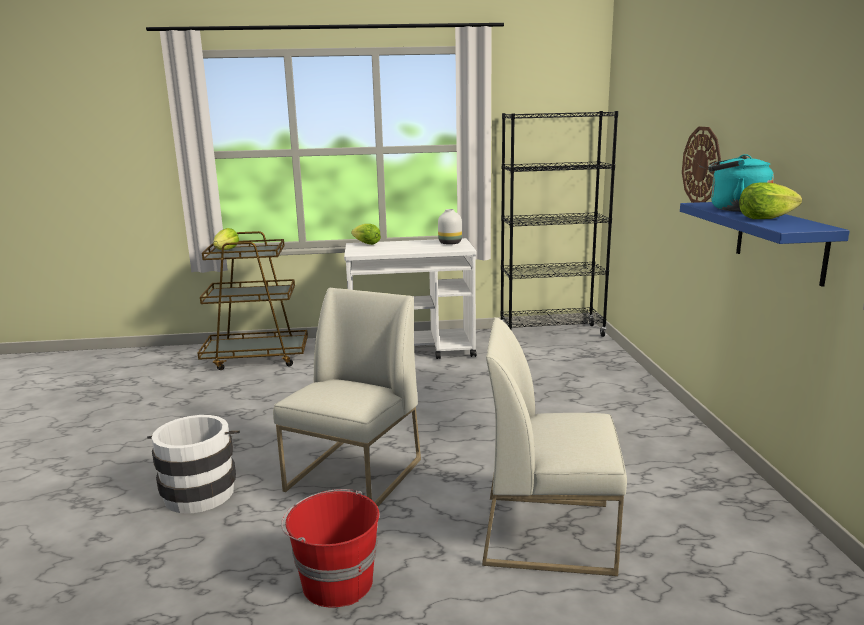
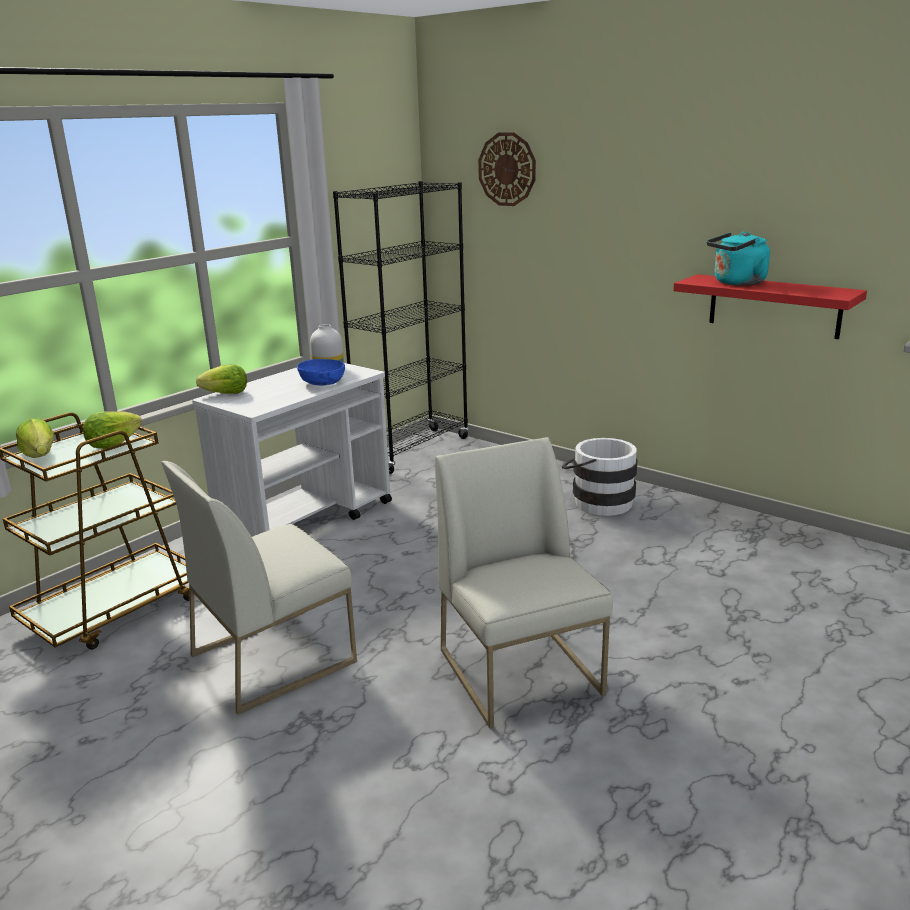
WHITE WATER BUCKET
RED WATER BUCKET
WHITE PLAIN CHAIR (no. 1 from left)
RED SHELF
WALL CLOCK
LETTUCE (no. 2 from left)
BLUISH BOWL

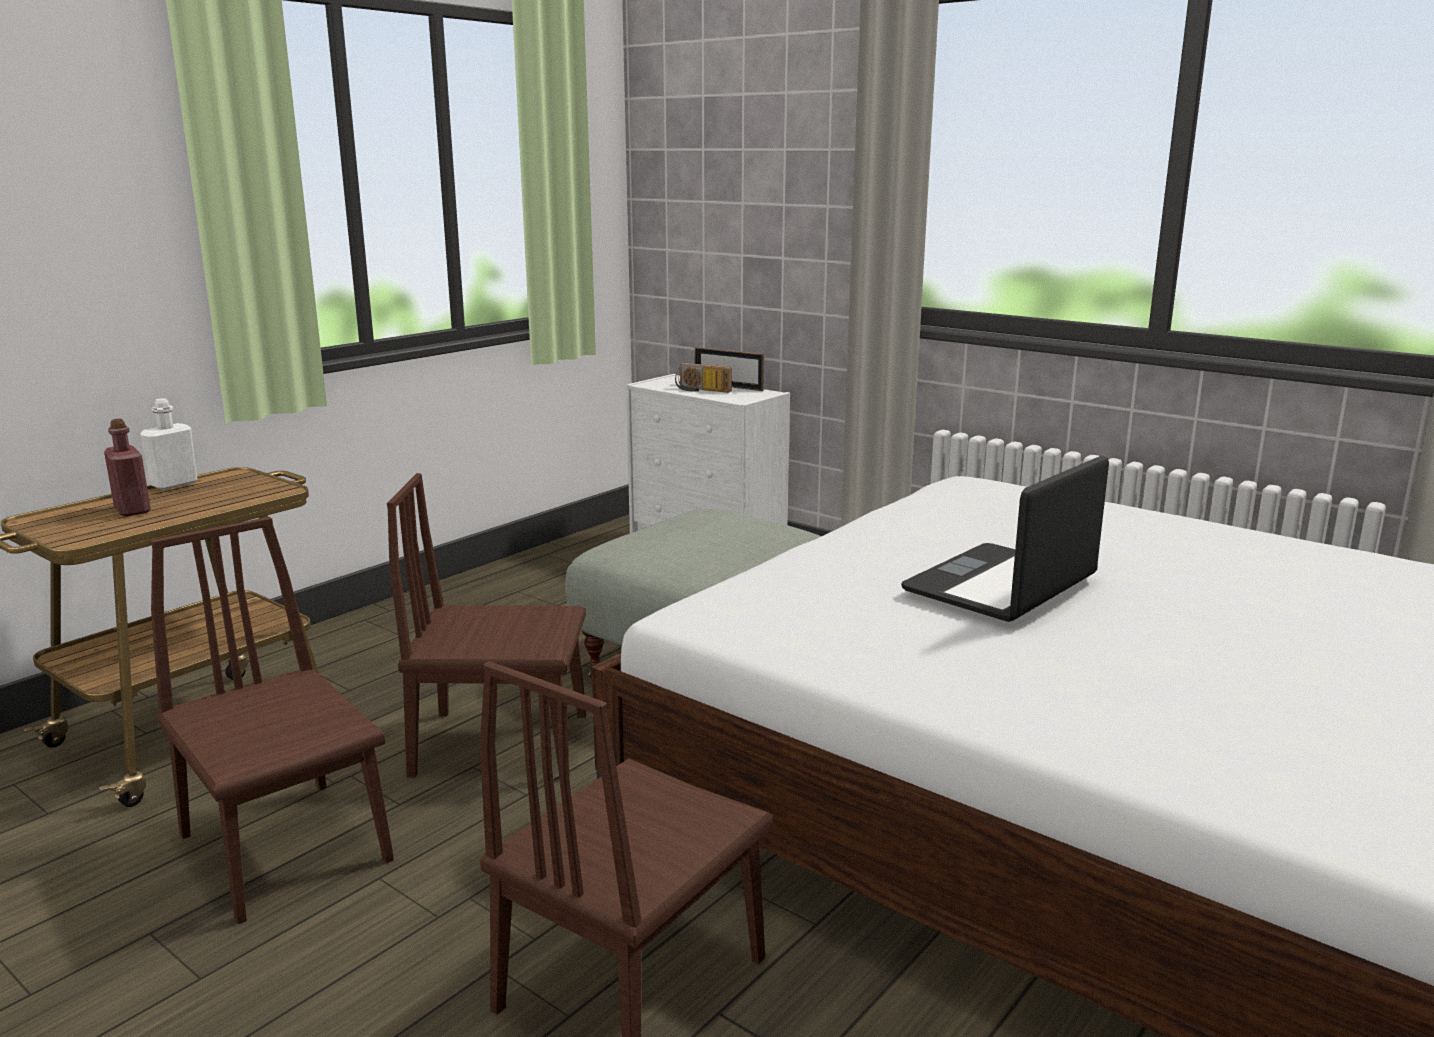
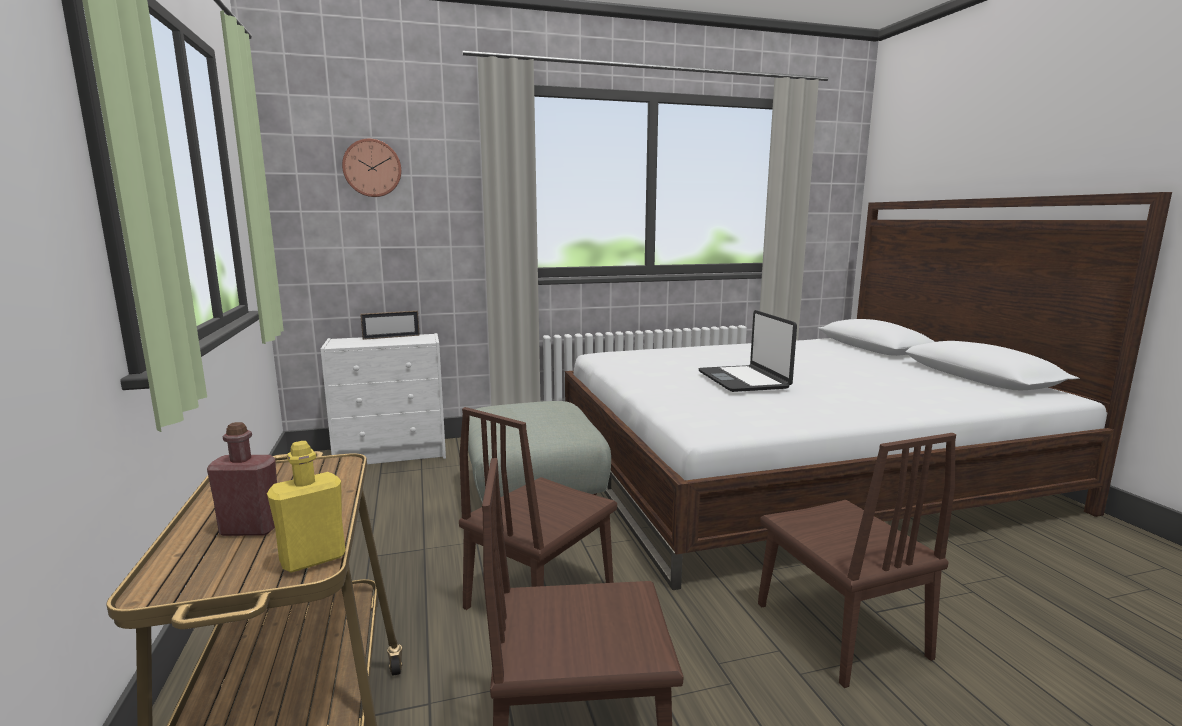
WHITE DRINK BOTTLE
RADIO RECEIVER
YELLOW-COLOURED DRINK BOTTLE
WALL CLOCK

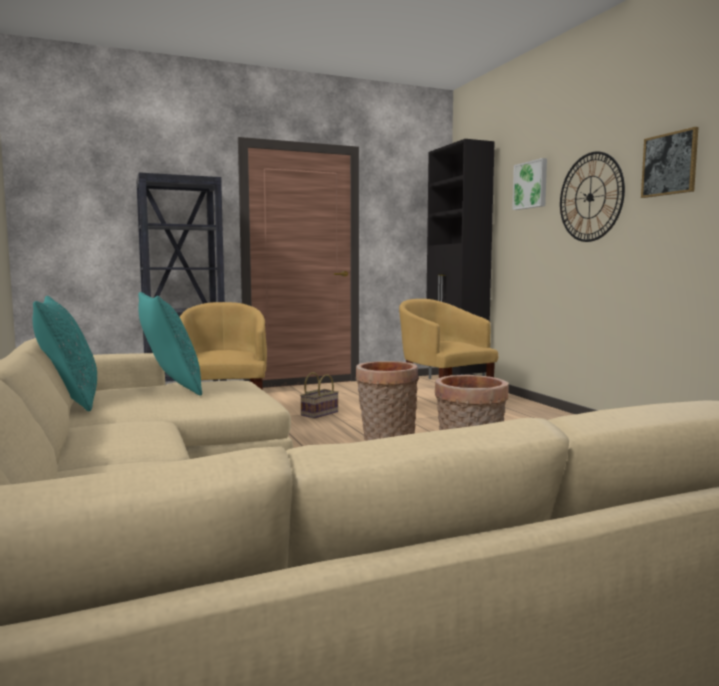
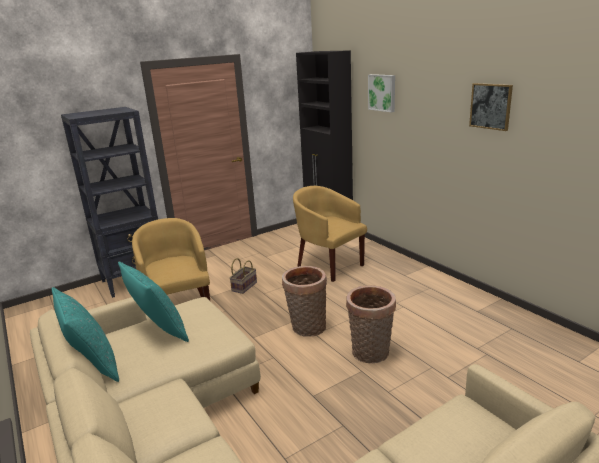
WALL CLOCK

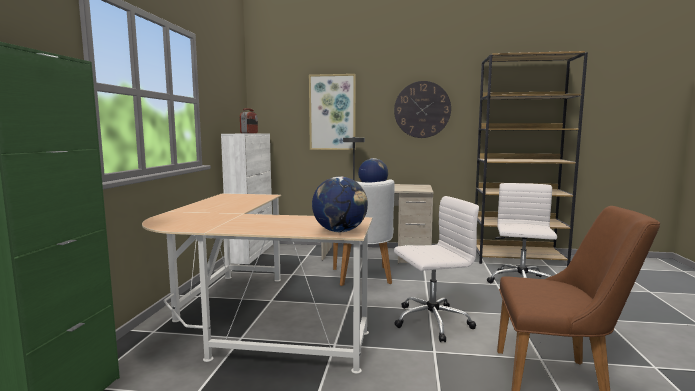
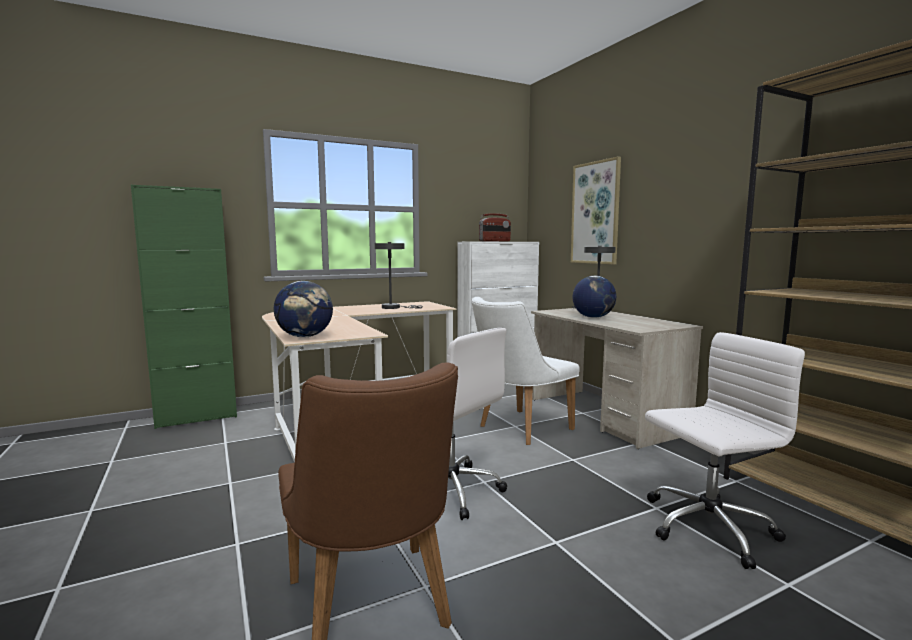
WALL CLOCK
GREYISH TABLETOP LAMP (no. 1 from left)

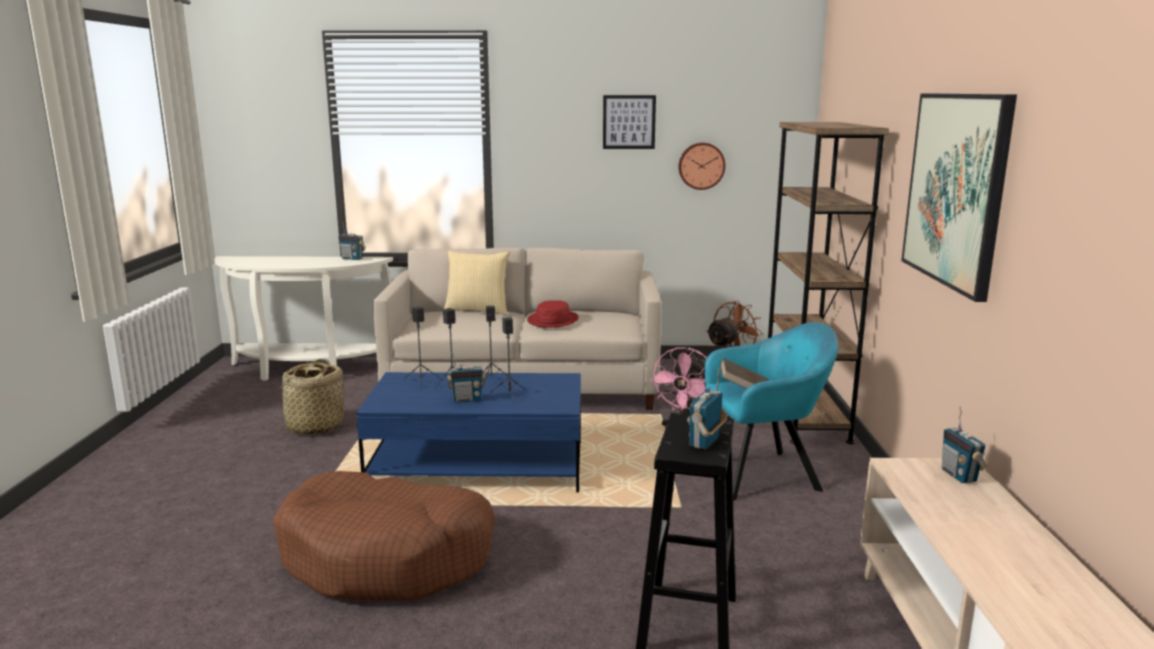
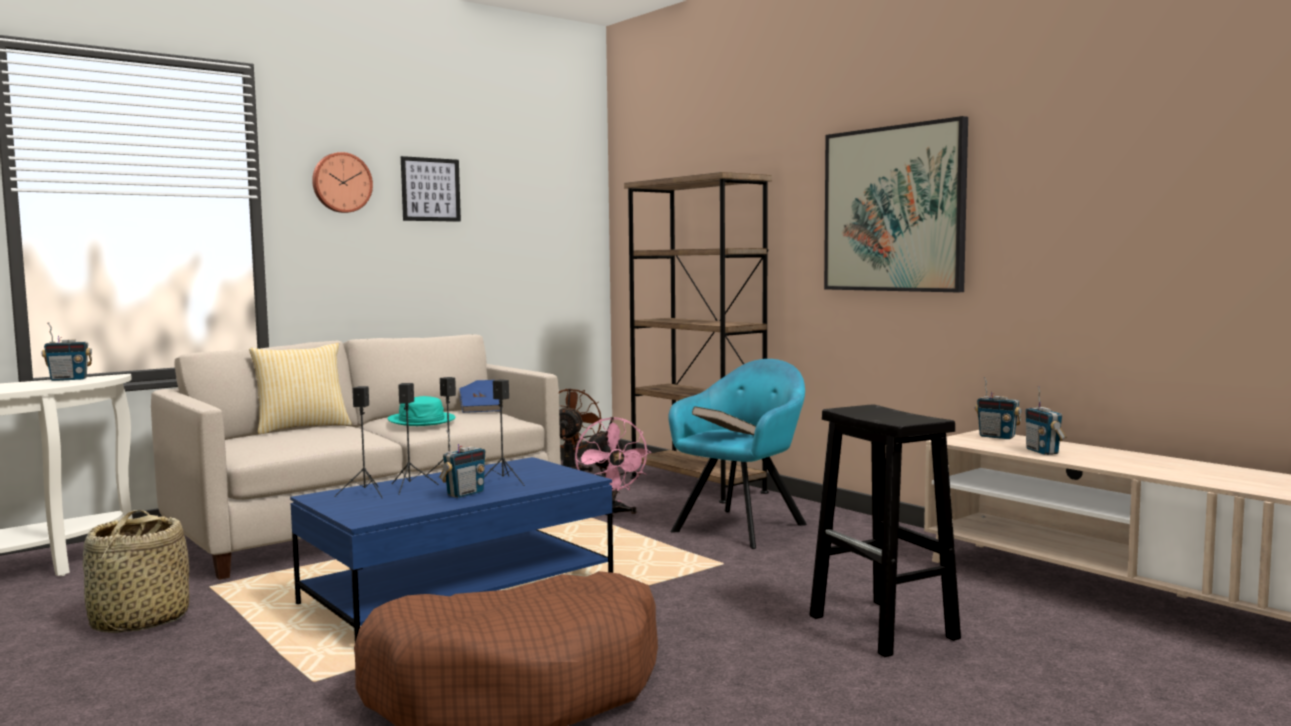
TURQUOISE WEARABLE HAT
WALL CLOCK
RADIO RECEIVER (no. 4 from left)
BLUISH BOUND BOOK

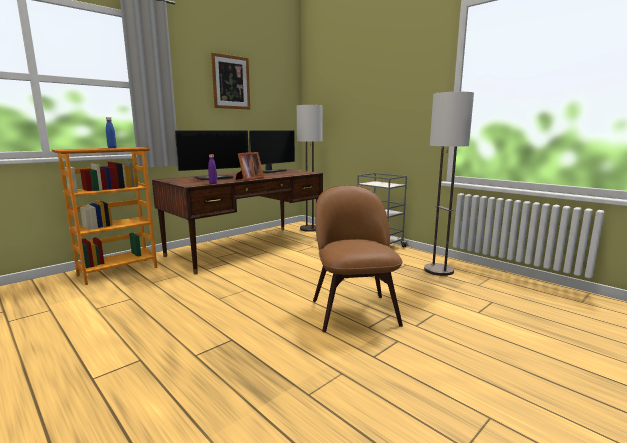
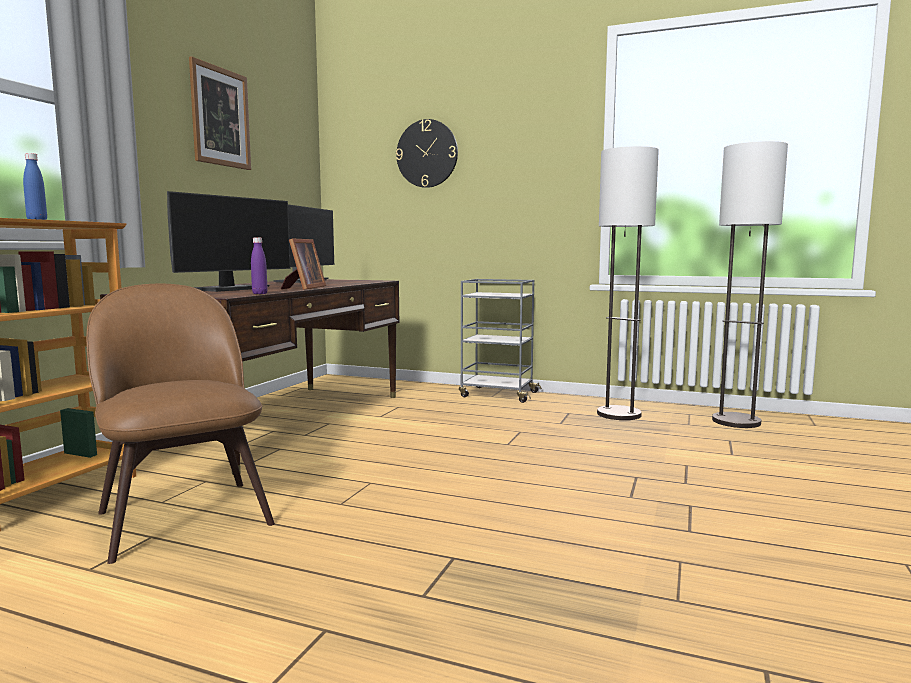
STANDARD LAMP (no. 2 from left)
BROWNISH PLAIN CHAIR
WALL CLOCK

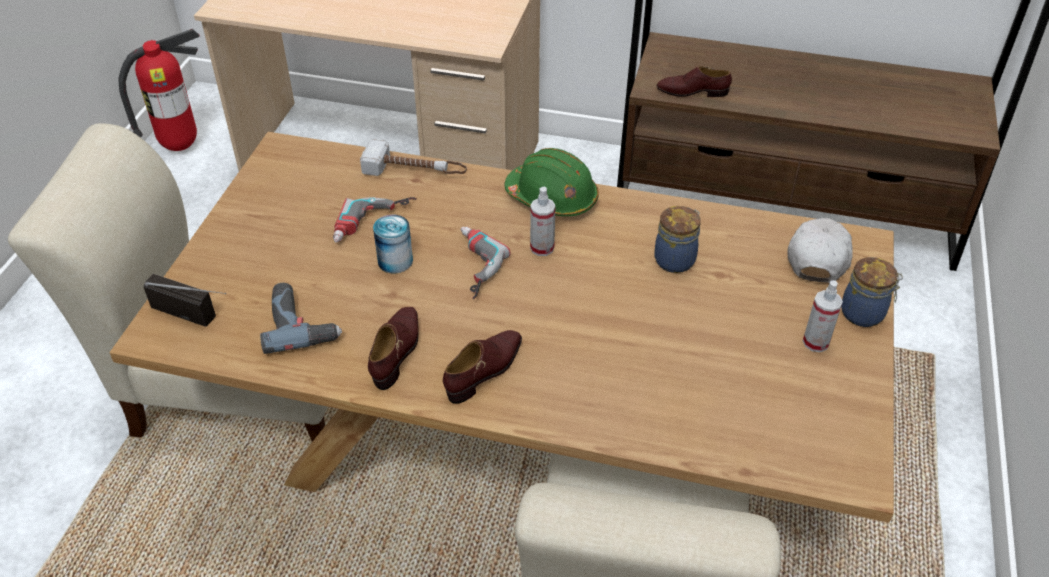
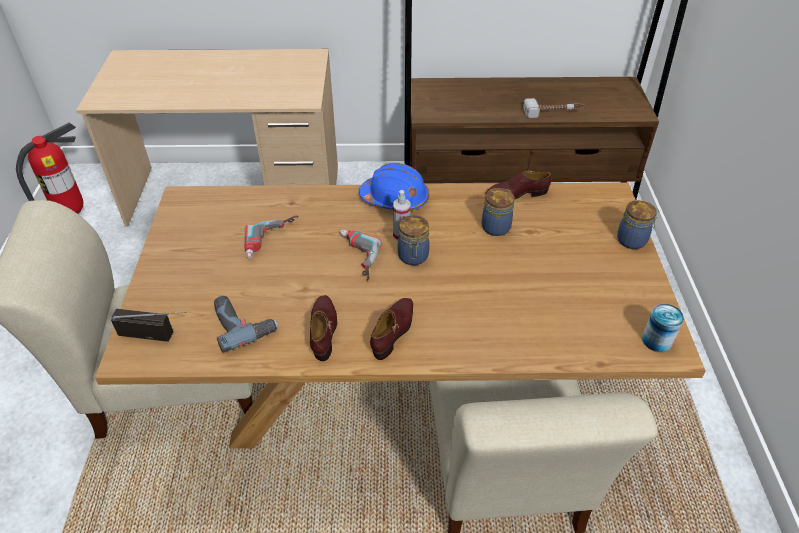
TOOL HAMMER
METAL CAN
BLUISH HARD HAT
BROWNISH LOW SHOE (no. 3 from left)
WHITE PEAKED CAP
SPRAYER (no. 2 from left in the first image)
STORAGE JAR (no. 1 from left)

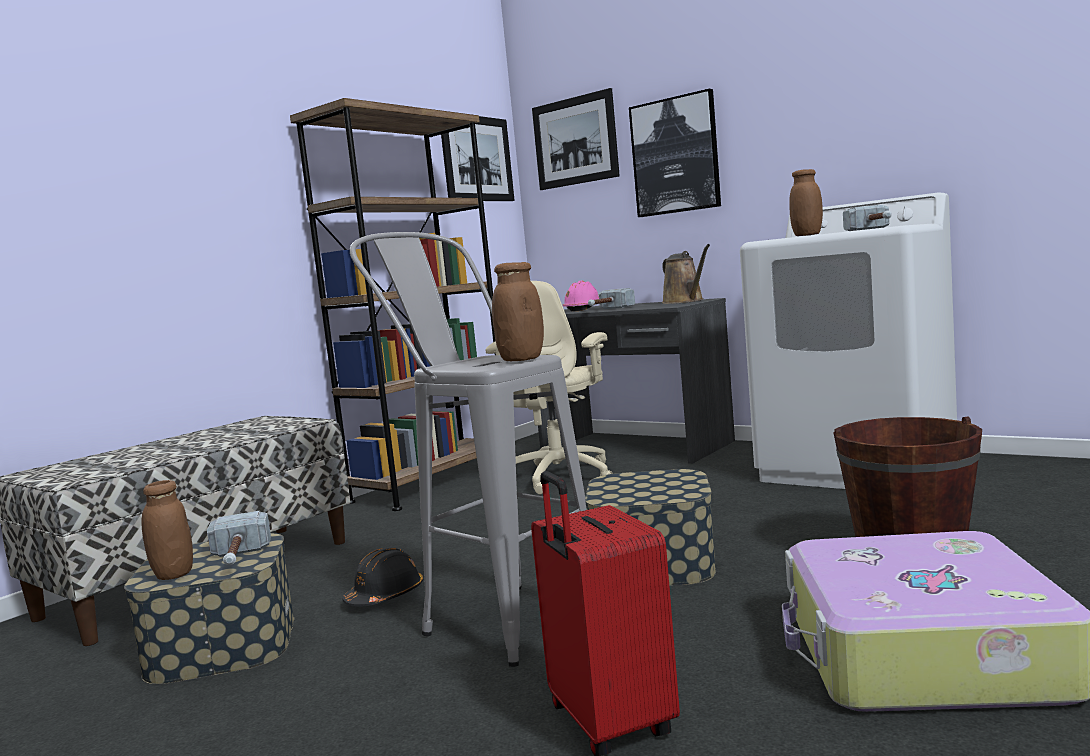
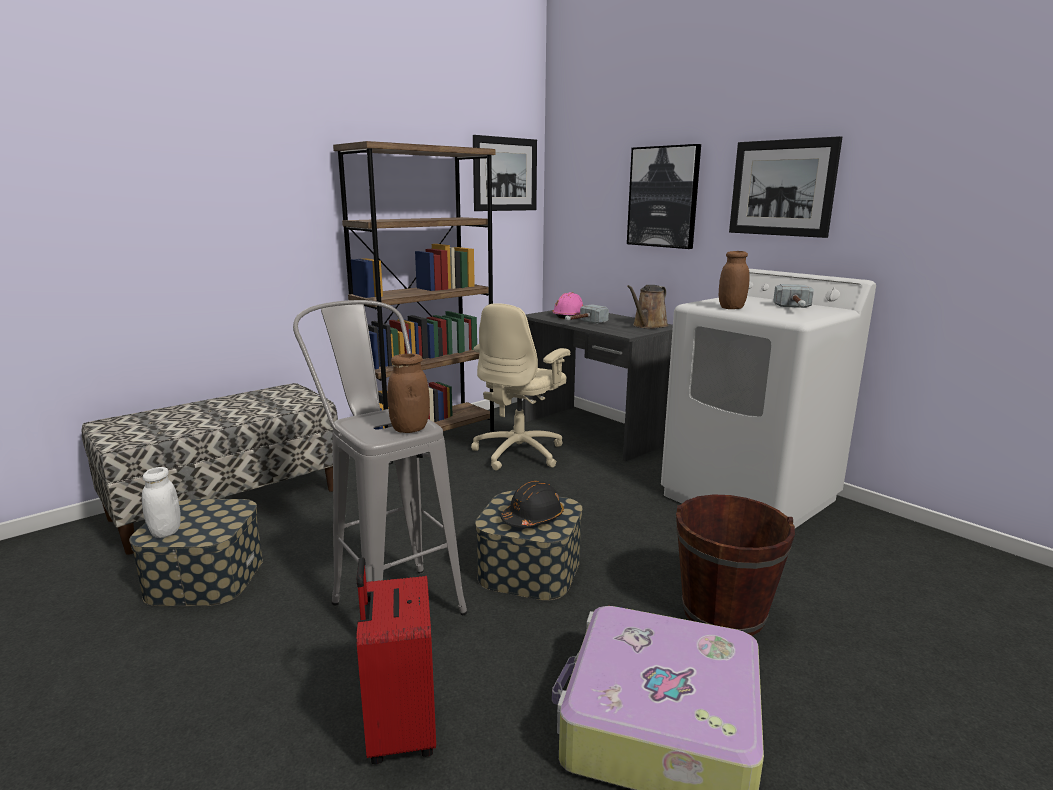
WHITE STORAGE JAR
TOOL HAMMER (no. 1 from left in the first image)
BLACK-COLOURED HARD HAT
PICTURE (no. 3 from left)
BROWNISH WATERING CAN

